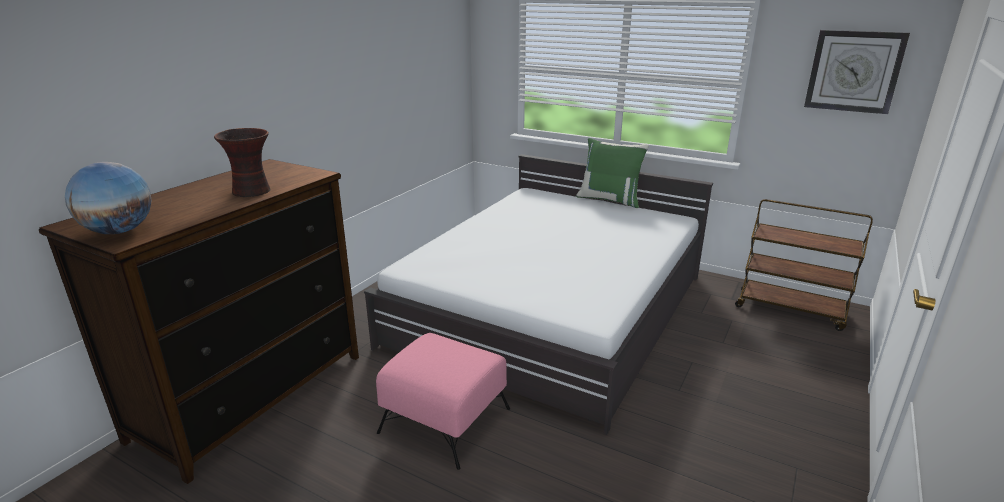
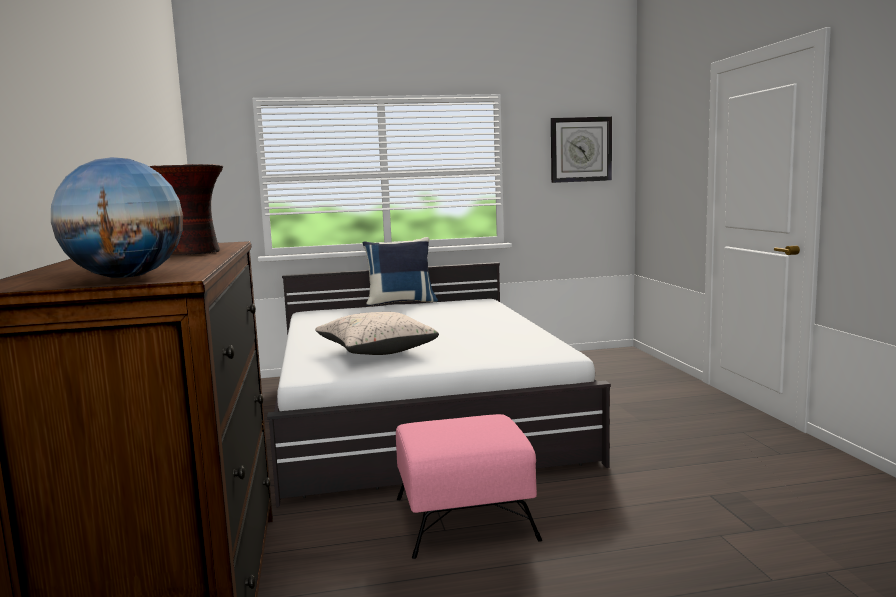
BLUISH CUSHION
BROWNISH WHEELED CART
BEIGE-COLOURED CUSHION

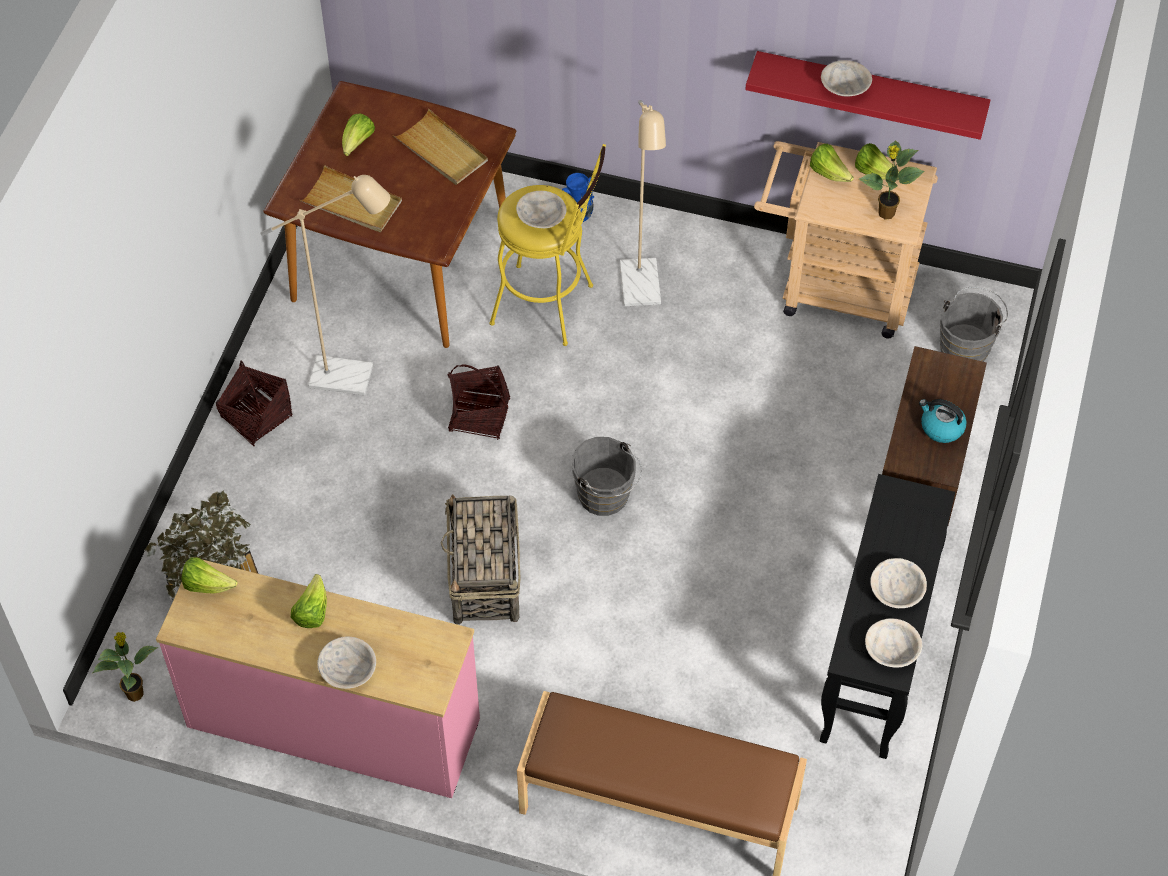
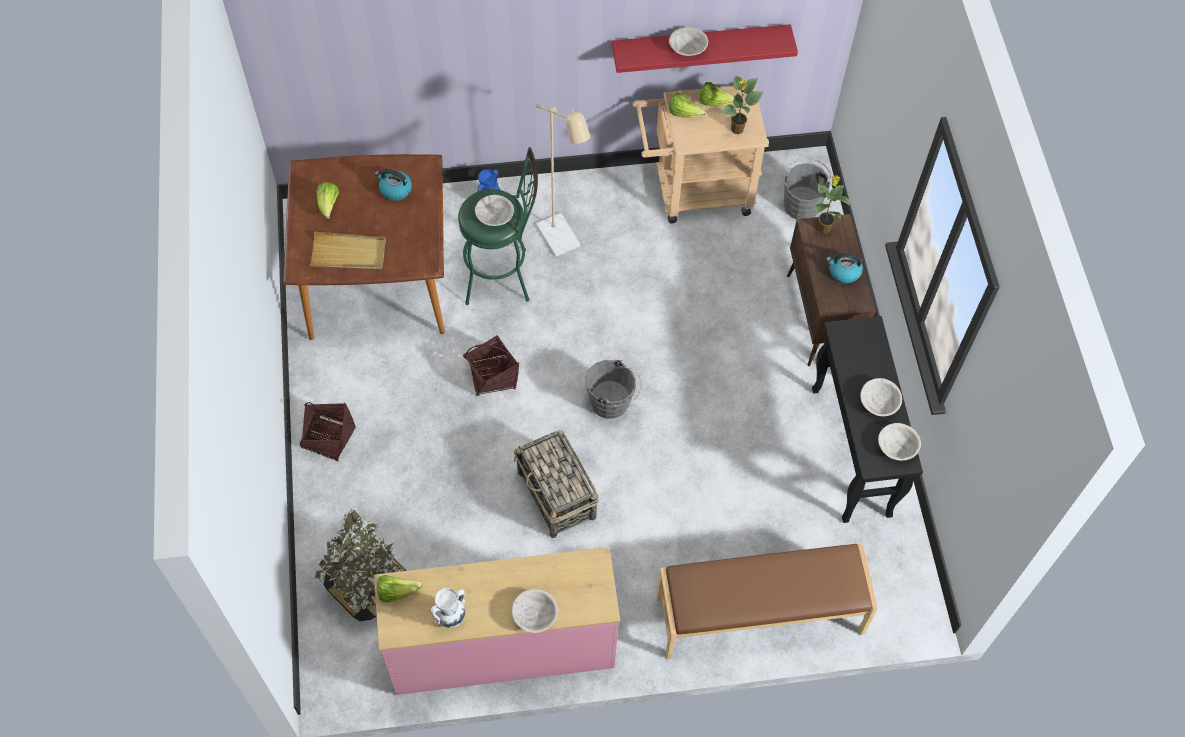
PLANT IN A POT (no. 3 from left)
BEIGE-COLOURED STANDARD LAMP (no. 1 from left in the first image)
LETTUCE (no. 2 from left in the first image)
TEA KETTLE (no. 1 from left)
GREENISH STOOL
WHITE VASE

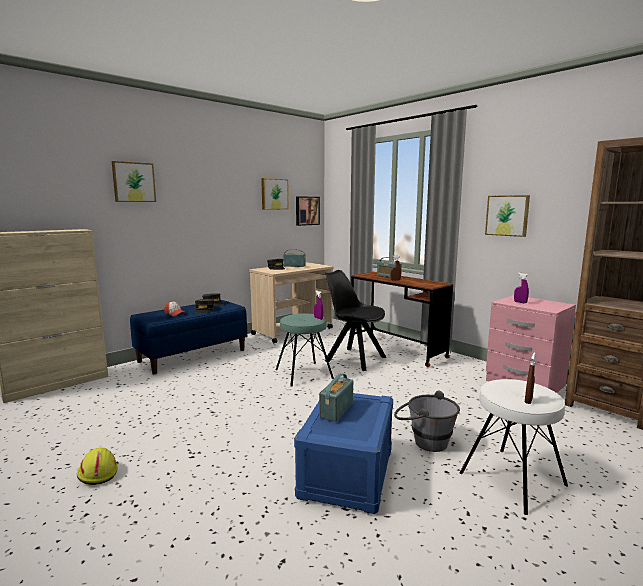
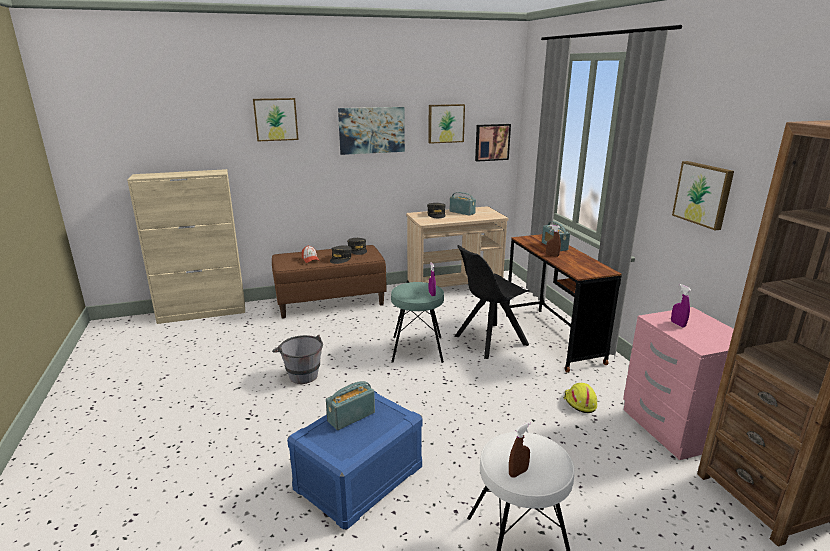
YELLOW-COLOURED HARD HAT
BROWNISH LONG SEAT
BLACK-COLOURED PLAIN CHAIR
GREYISH WATER BUCKET
PICTURE (no. 2 from left)

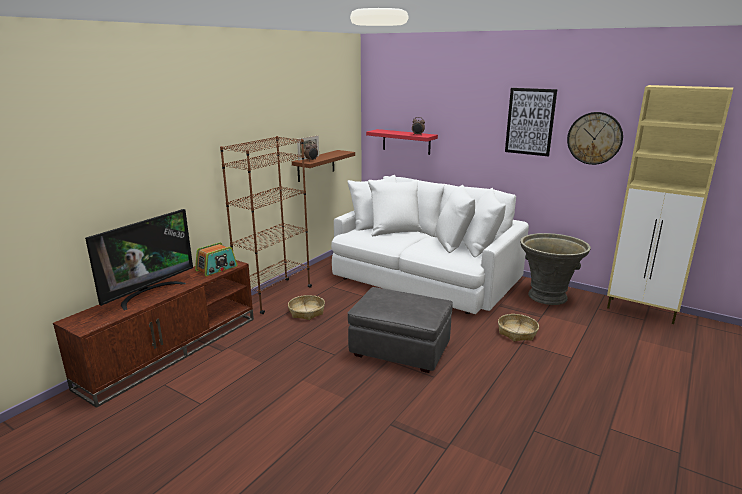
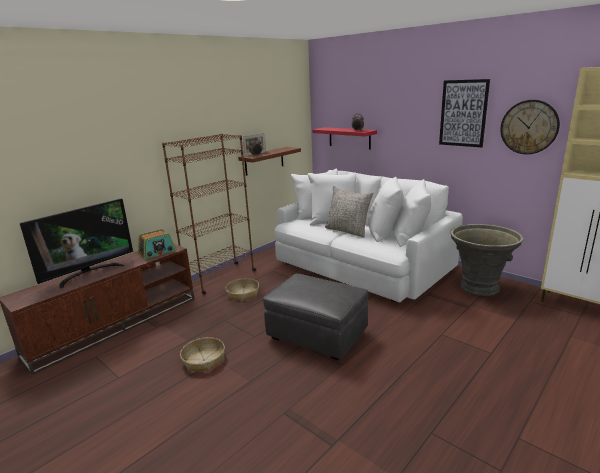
HOUSEHOLD BASKET (no. 1 from left)
GREYISH CUSHION

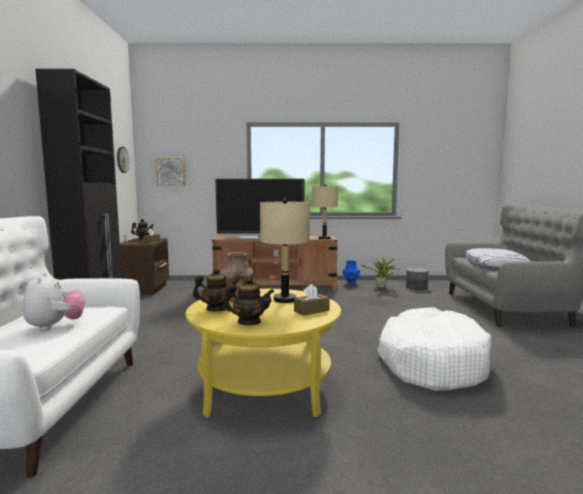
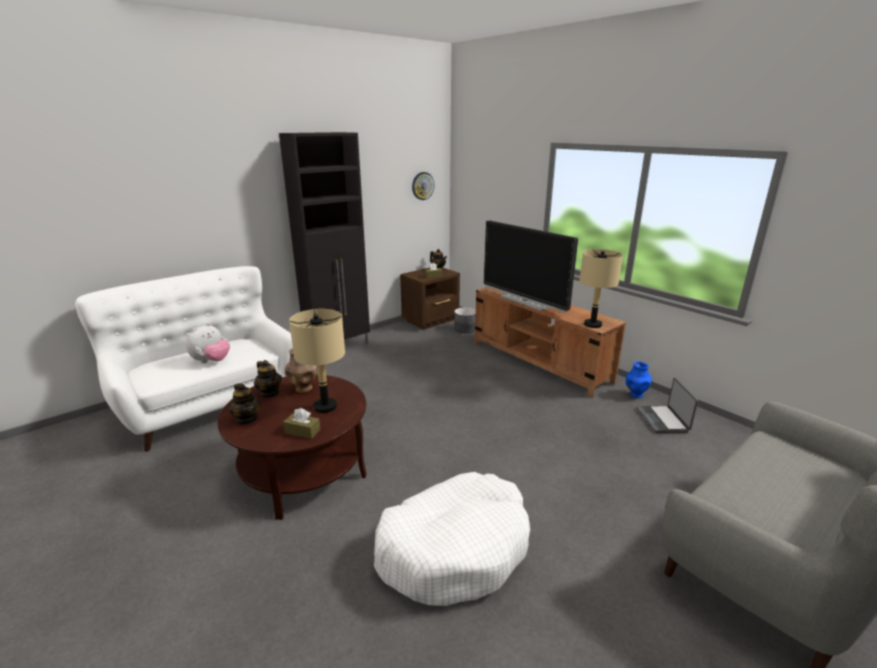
PICTURE
BROWNISH COFFEE TABLE
LAPTOP
GREYISH PLANT POT
CUSHION

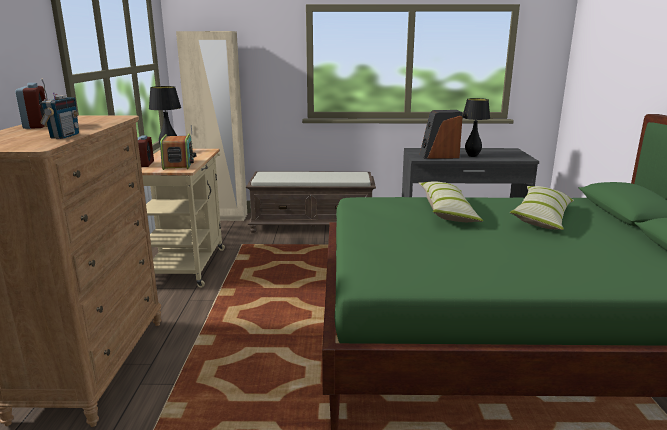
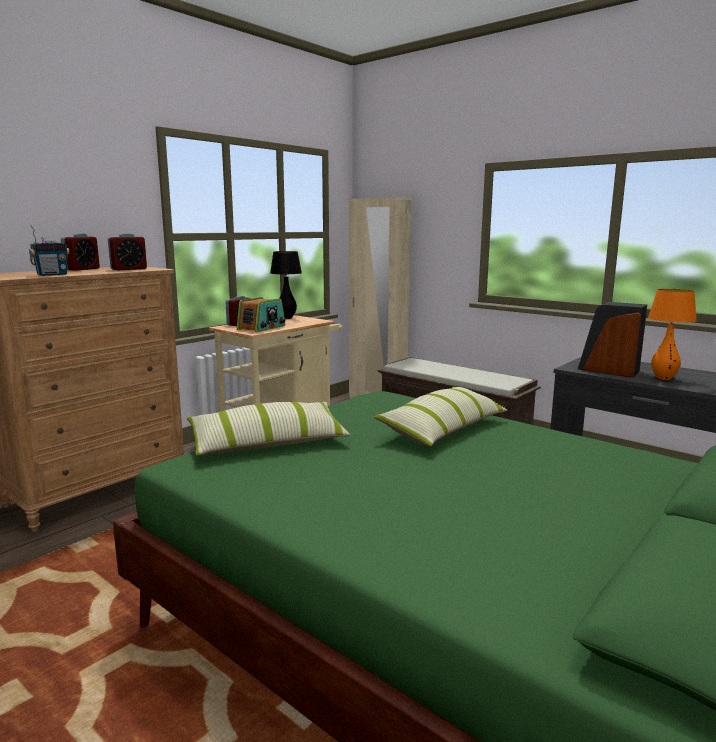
ORANGEY TABLETOP LAMP
CUSHION (no. 1 from left)
BEDSIDE CLOCK (no. 2 from left)

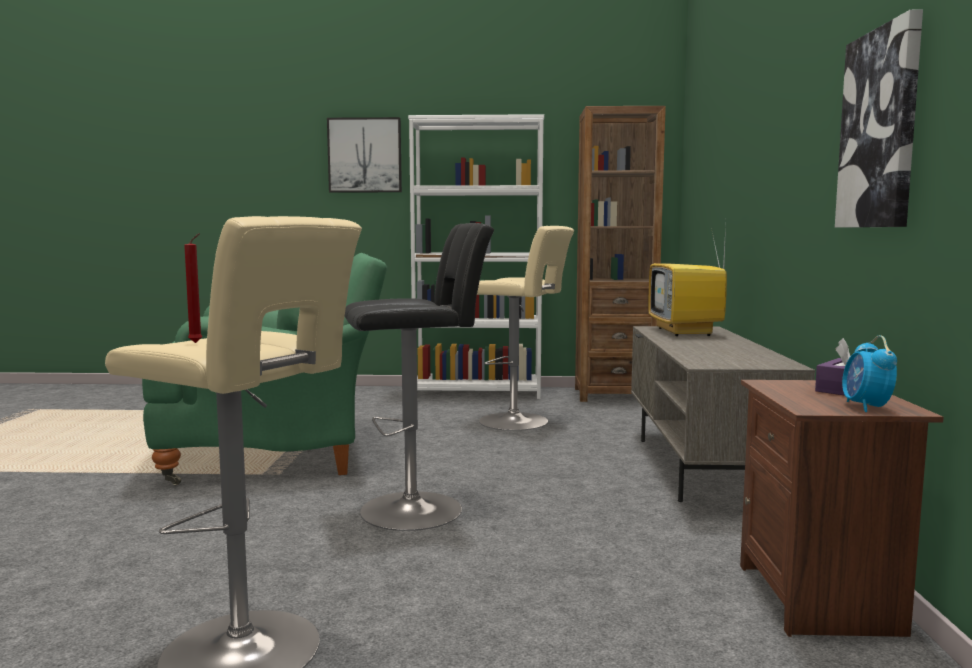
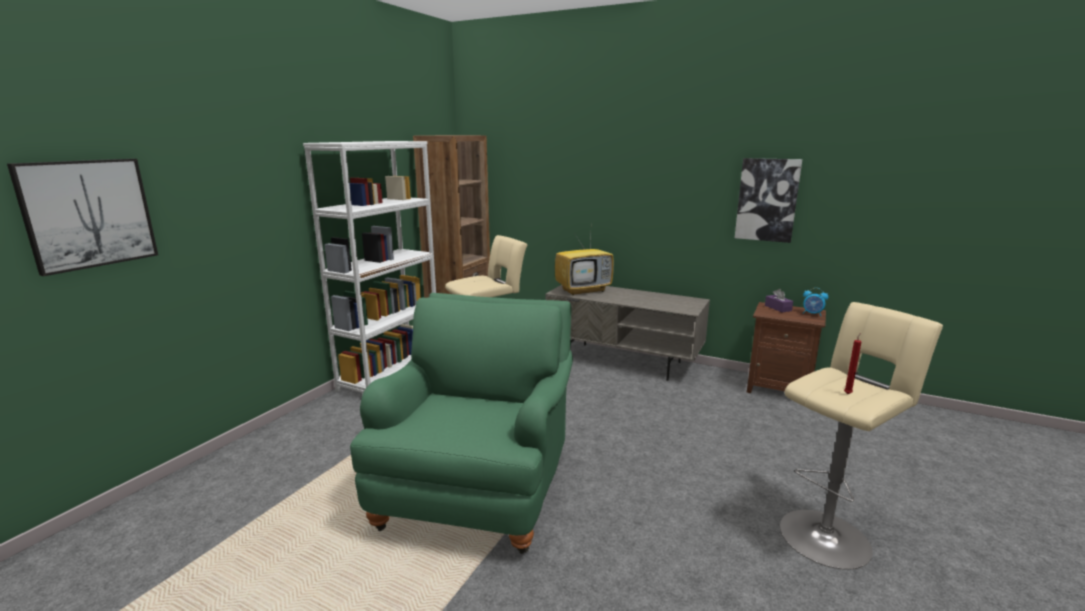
PICTURE (no. 1 from left)
BLACK-COLOURED STOOL
TV

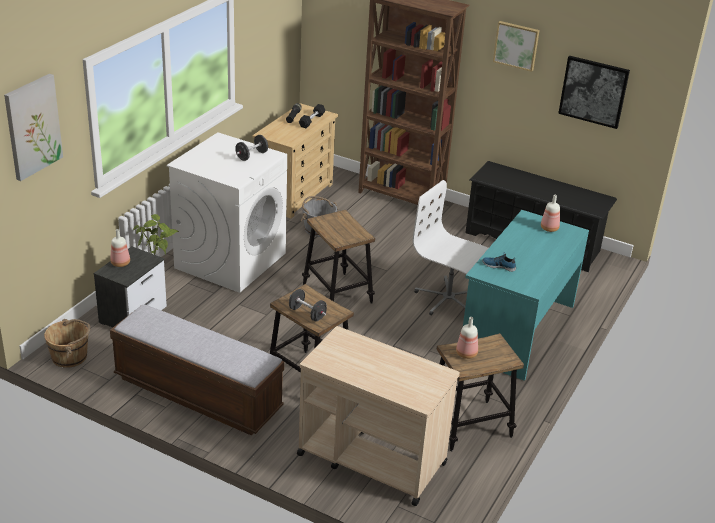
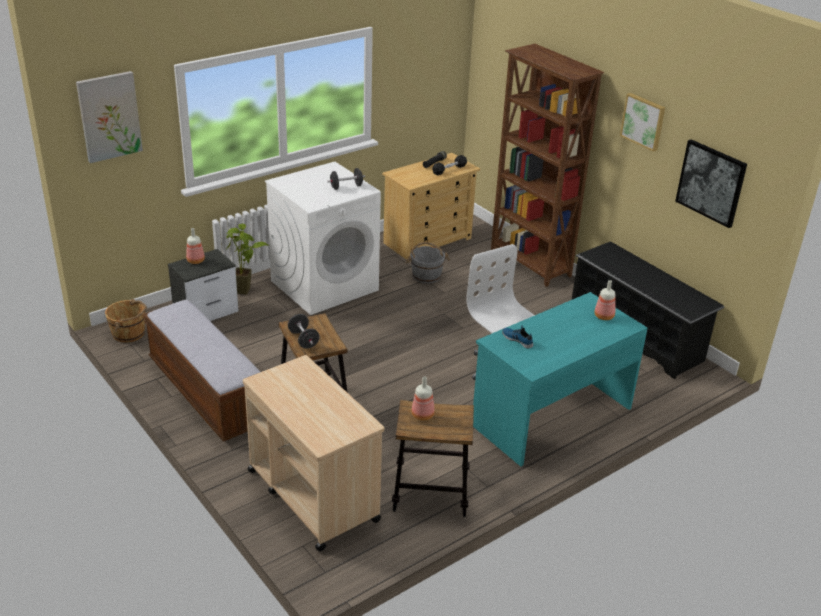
STOOL (no. 2 from left in the first image)

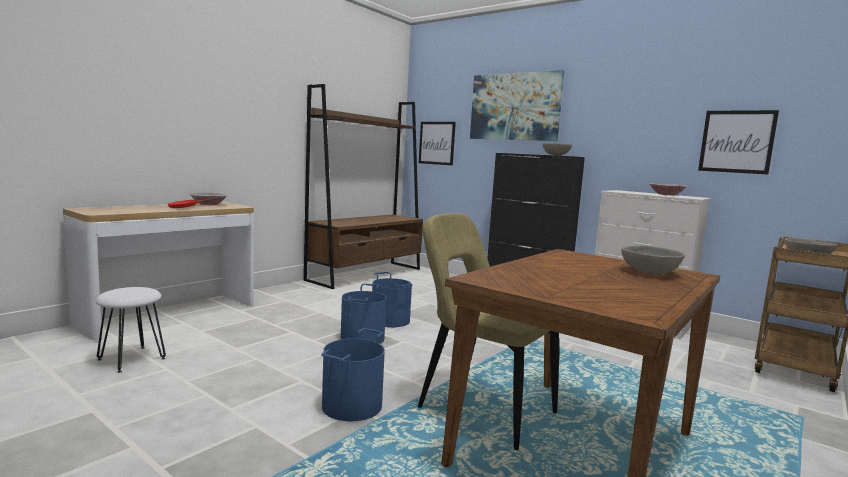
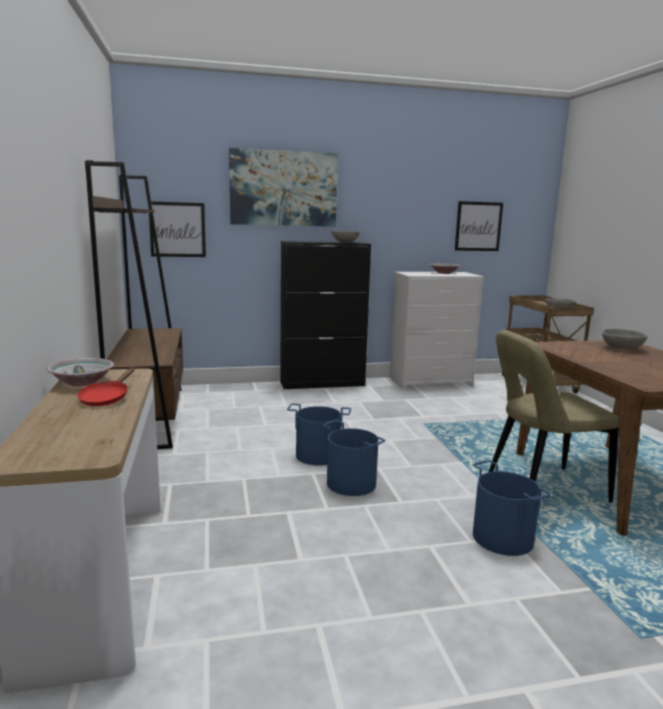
WHITE STOOL

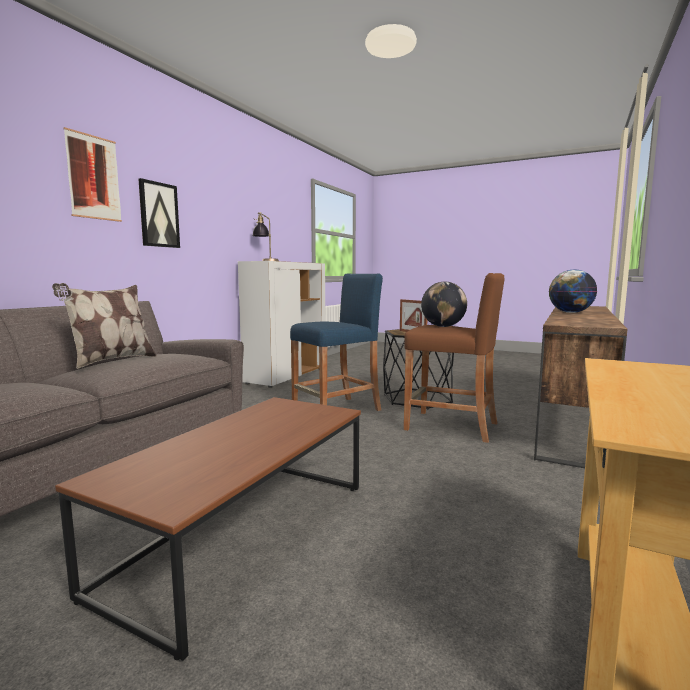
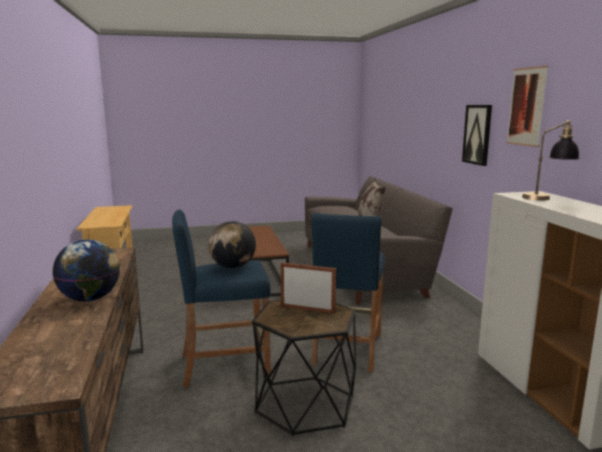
PICTURE (no. 2 from left)
BLUISH STOOL (no. 1 from left)

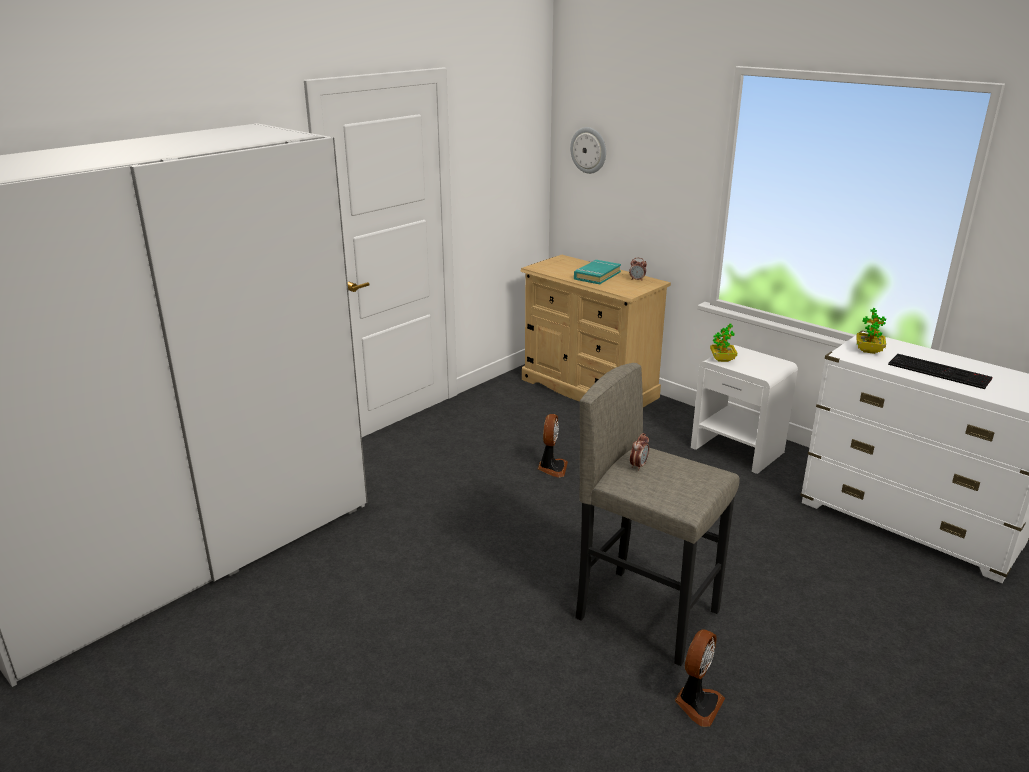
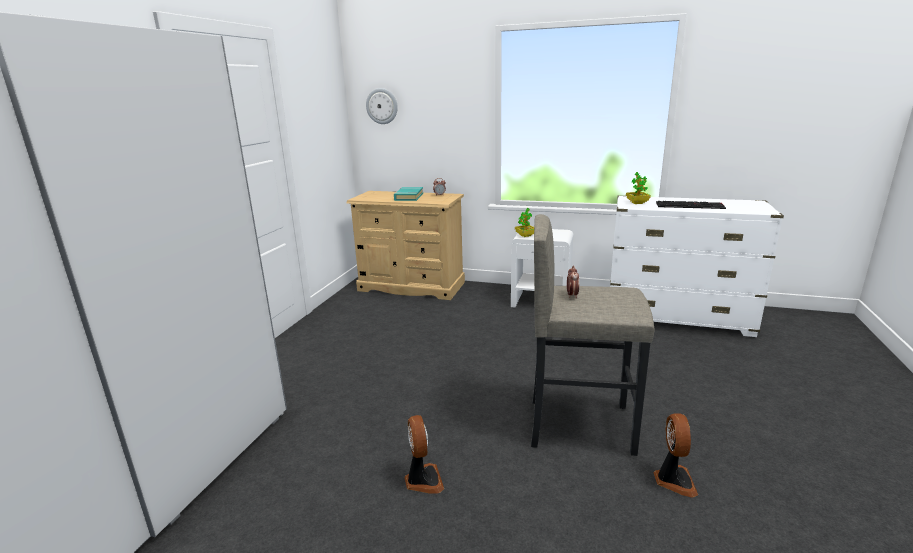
COOLING FAN (no. 1 from left)

